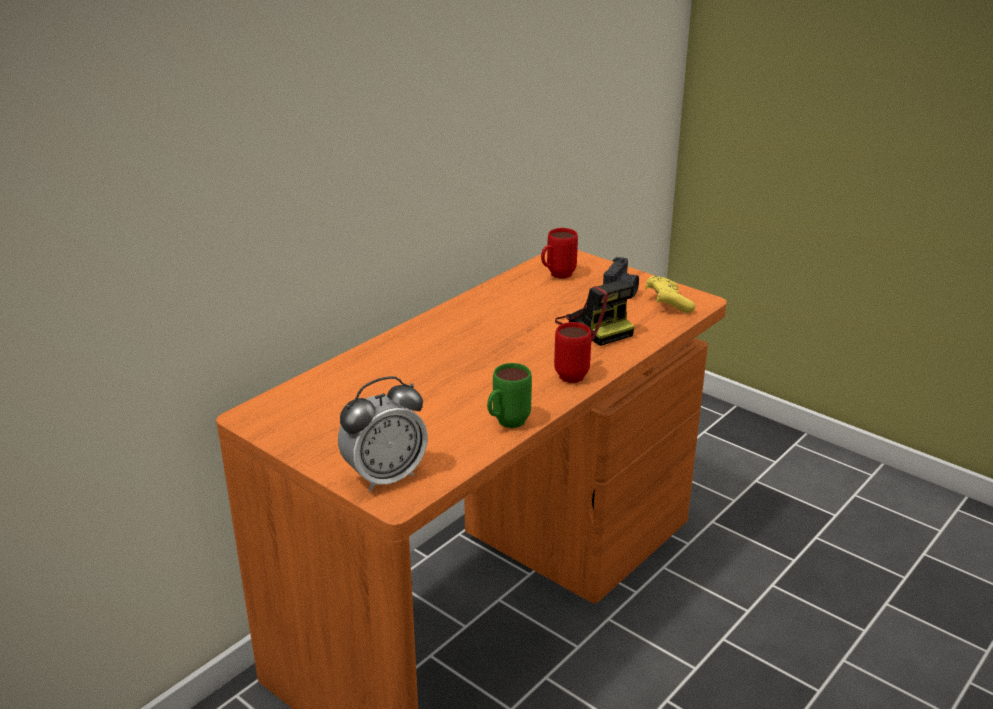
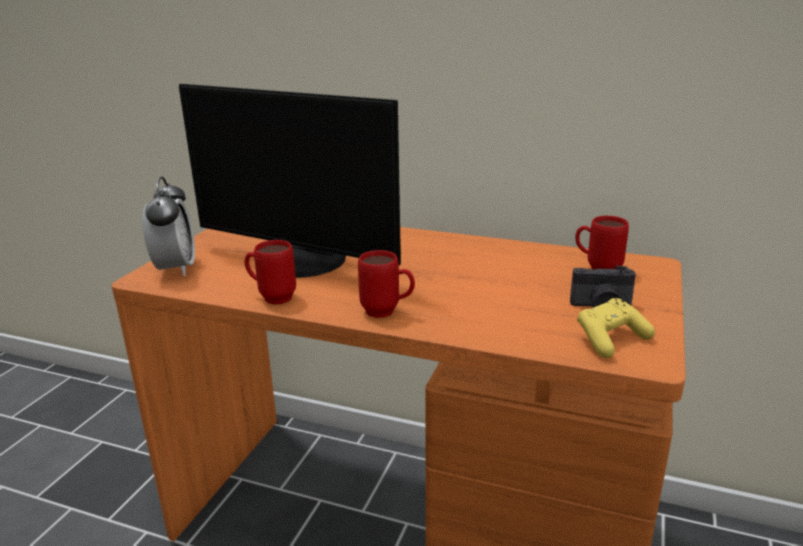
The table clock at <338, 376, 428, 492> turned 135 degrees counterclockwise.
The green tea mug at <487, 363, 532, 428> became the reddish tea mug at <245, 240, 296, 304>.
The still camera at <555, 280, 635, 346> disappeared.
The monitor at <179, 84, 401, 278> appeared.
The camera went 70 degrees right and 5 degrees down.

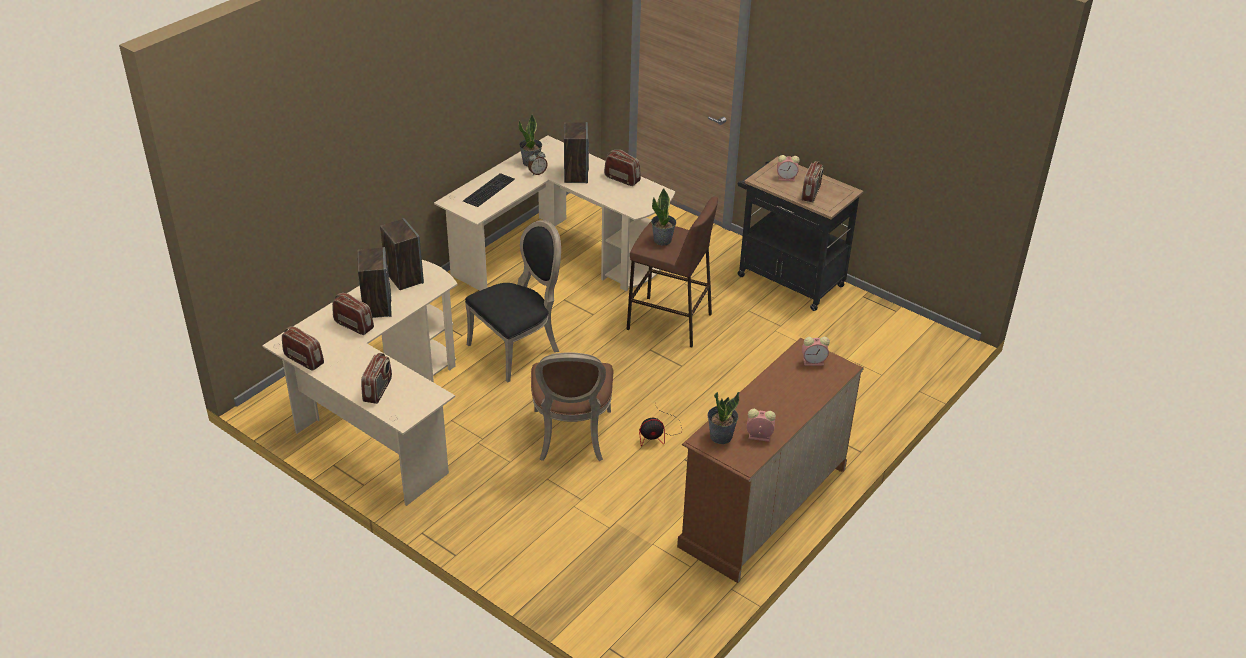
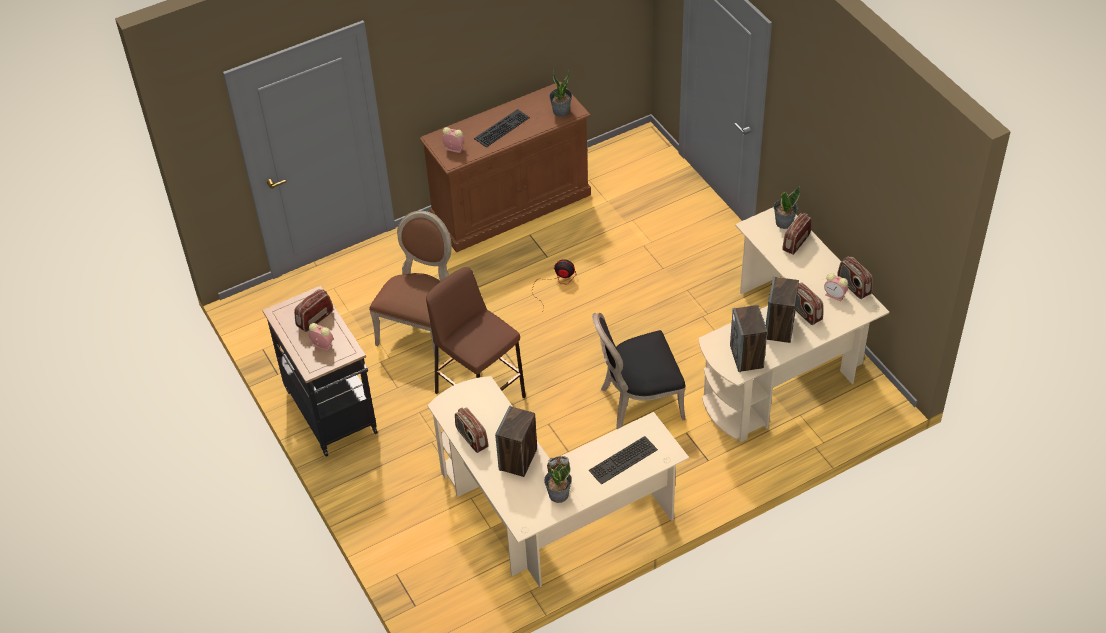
The brownish chair moved from <531, 352, 614, 461> to <369, 211, 452, 364>.
The houseplant moved from <651, 188, 676, 245> to <774, 186, 800, 229>.
The table clock moved from <747, 409, 776, 442> to <824, 273, 848, 301>.
The keyboard at <474, 109, 530, 147> appeared.
The camera went 155 degrees left and 10 degrees up.

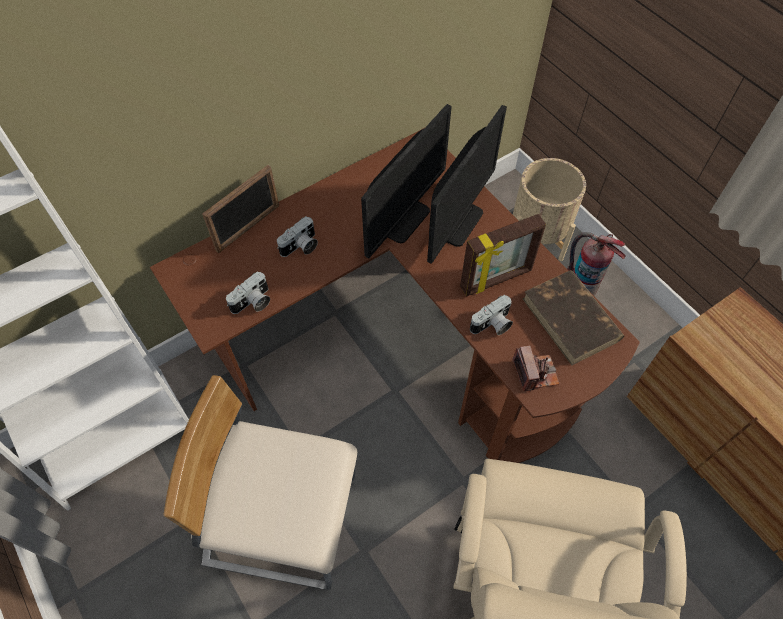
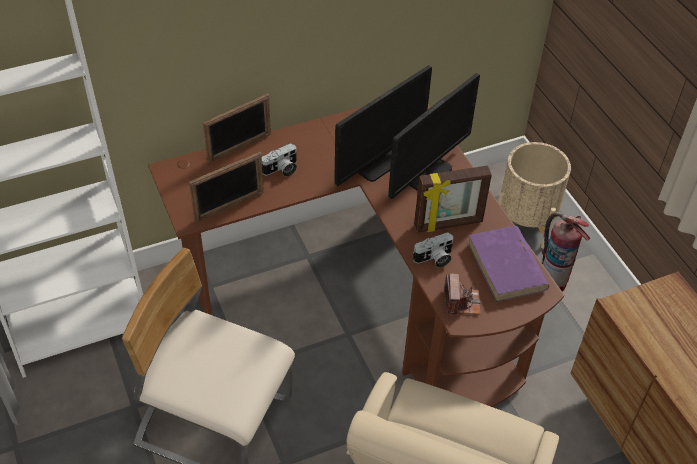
The still camera at <226, 271, 270, 314> was replaced by the standing frame at <189, 152, 264, 222>.
The brownish volume at <522, 270, 624, 366> became the purple-coloured volume at <468, 226, 550, 302>.
The camera went 10 degrees right and 10 degrees down.

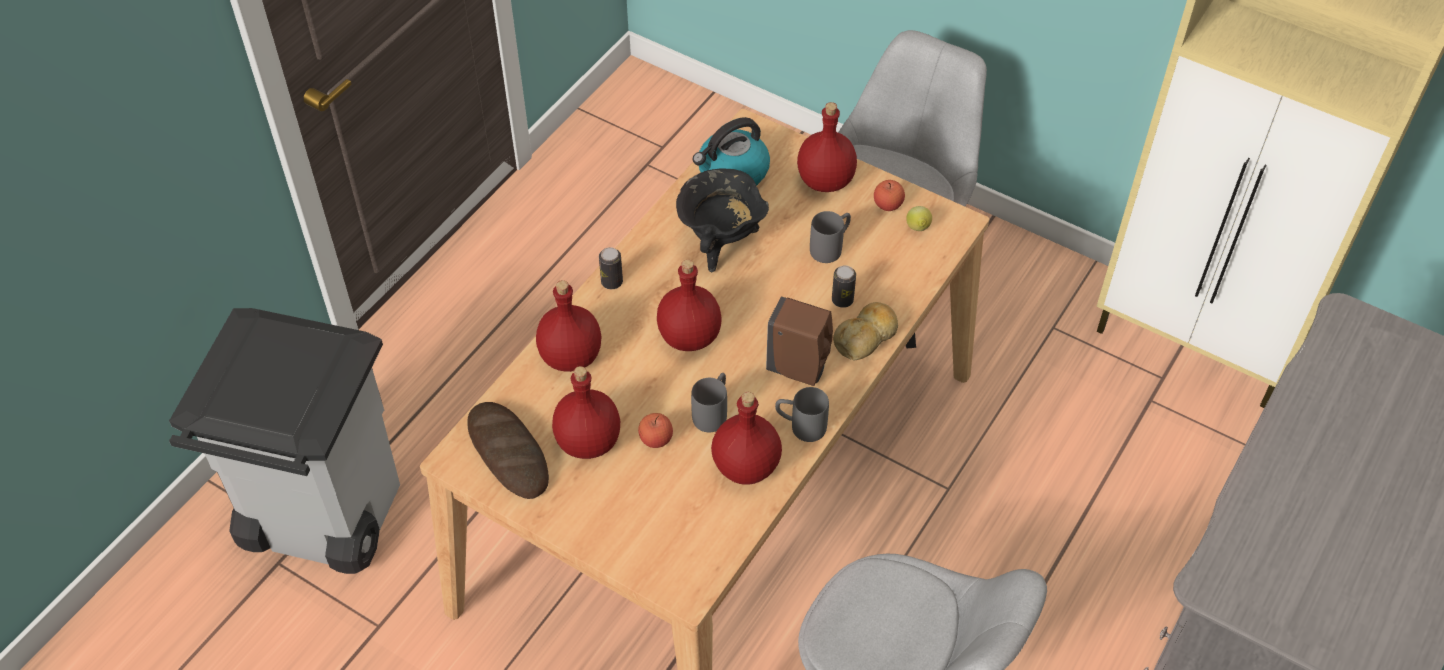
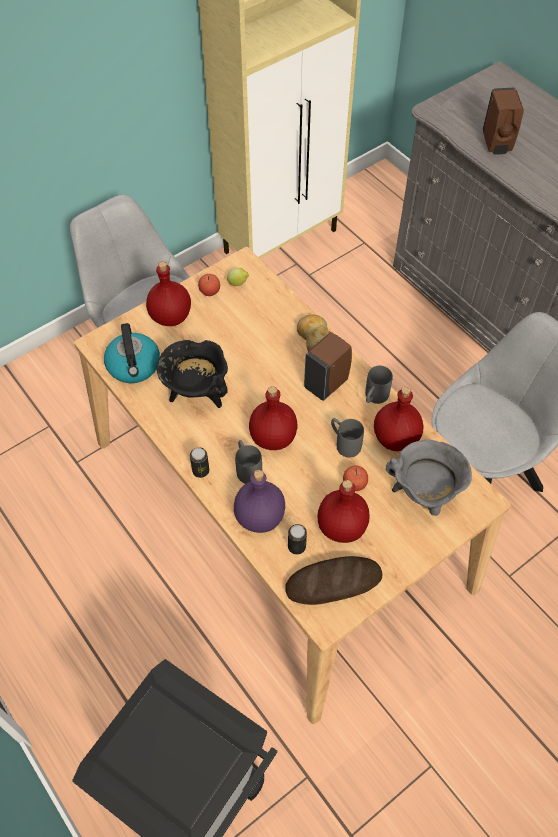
The reddish beverage bottle at <536, 280, 602, 372> became the purple-coloured beverage bottle at <234, 470, 285, 533>.
The grey tea mug moved from <810, 211, 851, 263> to <235, 440, 262, 484>.
The sealed can moved from <832, 265, 856, 308> to <288, 524, 307, 555>.
The grey cooking pot at <386, 440, 472, 516> appeared.
The brownish soap dispenser at <482, 88, 524, 154> appeared.
The camera went 70 degrees left and 5 degrees up.

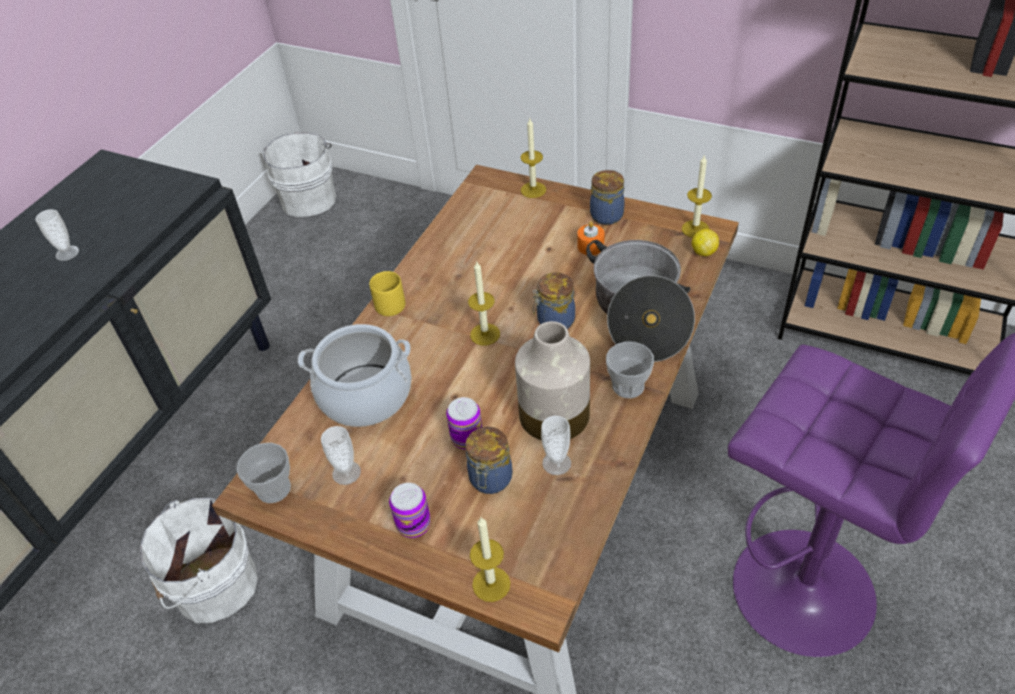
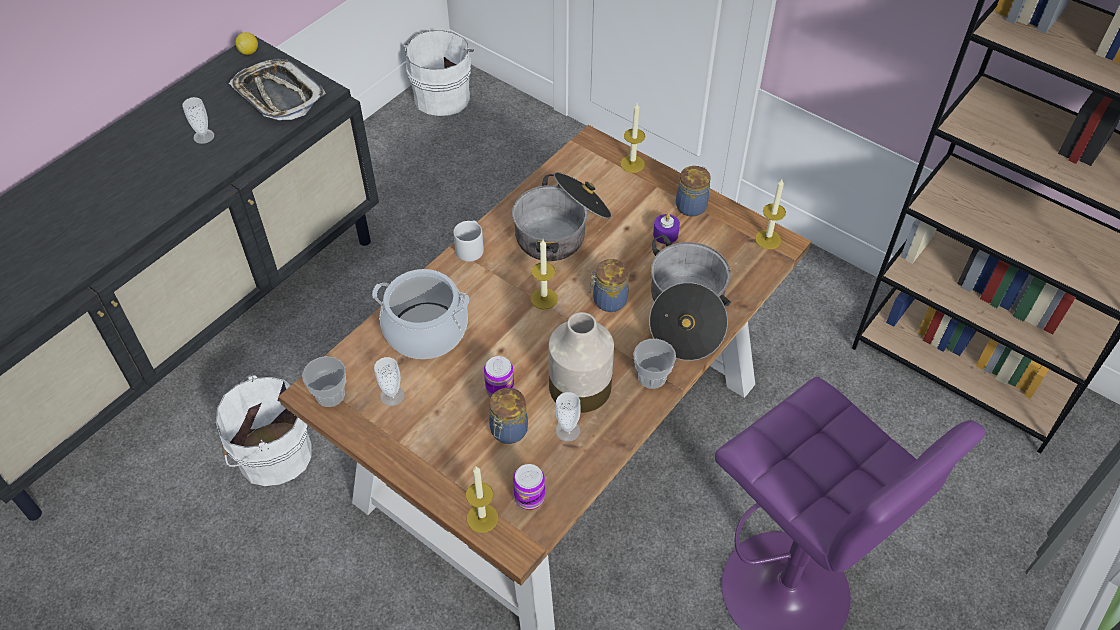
The yellowish tea mug at <369, 271, 405, 316> became the grey tea mug at <453, 220, 484, 262>.
The sealed can moved from <389, 483, 431, 538> to <513, 464, 545, 510>.
The orange wax candle at <577, 221, 605, 255> became the purple-coloured wax candle at <653, 213, 680, 244>.
The lemon moved from <692, 229, 719, 256> to <235, 32, 258, 55>.
The carrying tray at <229, 59, 326, 120> appeared.
The cooking pot at <512, 172, 611, 261> appeared.
The camera went 10 degrees right and 5 degrees up.

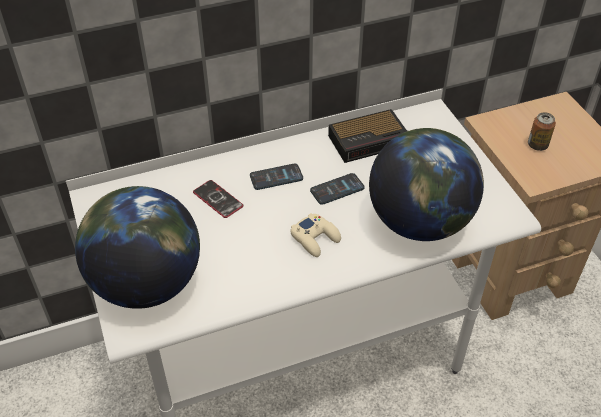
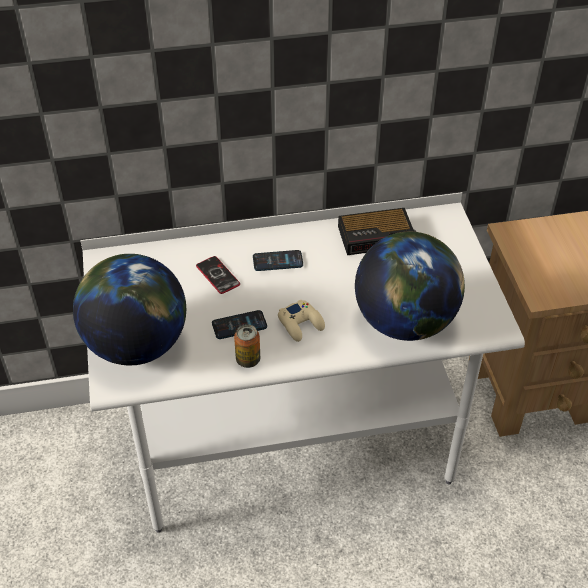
The phone moved from <310, 173, 365, 205> to <212, 310, 267, 339>.
The sealed can moved from <528, 112, 556, 151> to <234, 325, 260, 368>.
The camera went 10 degrees right and 0 degrees up.

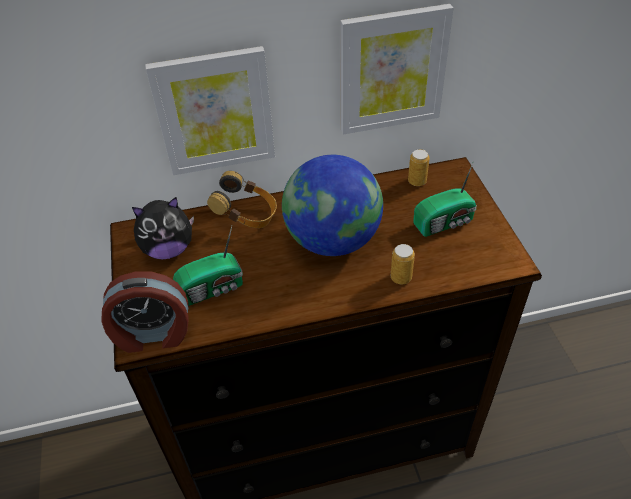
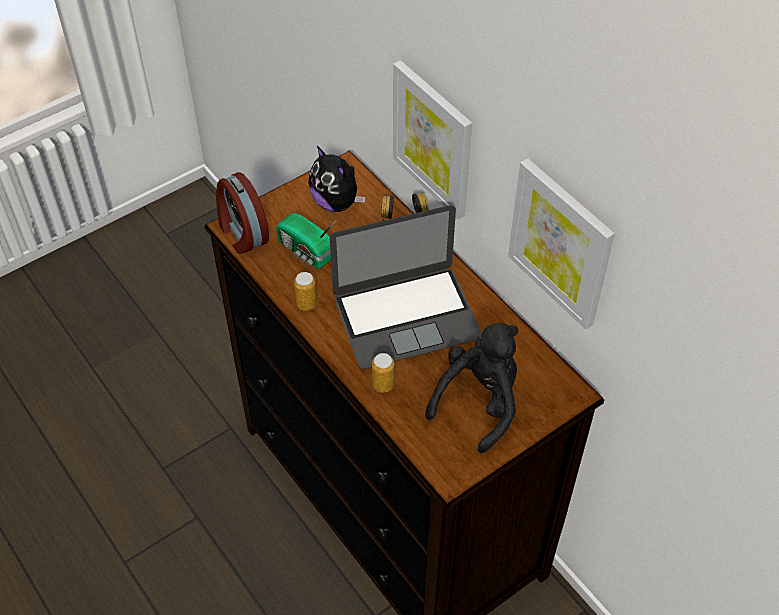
The desk globe at <282, 155, 383, 256> was replaced by the portable computer at <330, 205, 482, 369>.
The sealed can moved from <408, 149, 430, 186> to <294, 272, 317, 311>.
The radio receiver at <413, 163, 477, 237> was replaced by the black soft toy at <425, 323, 518, 453>.
The camera went 65 degrees right and 5 degrees up.

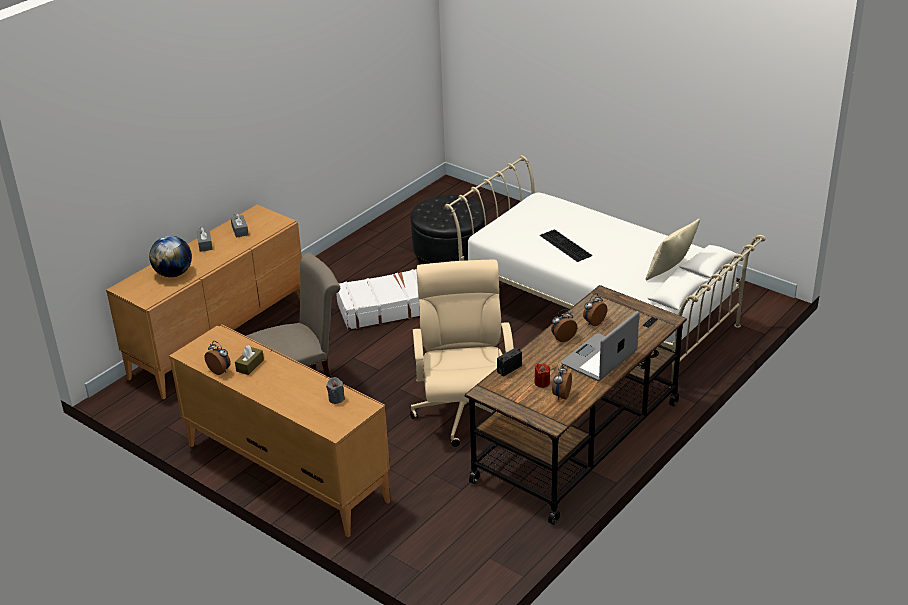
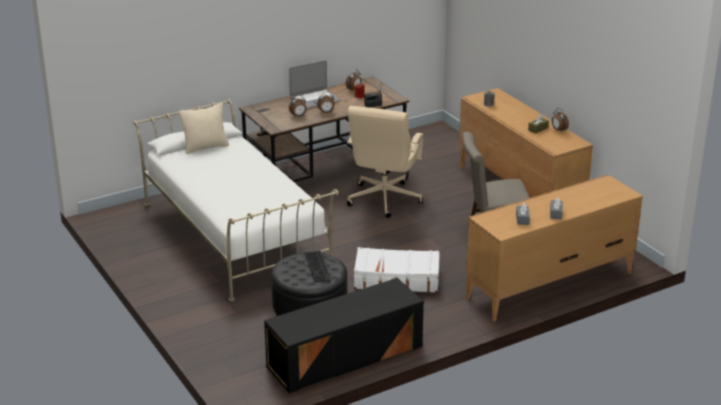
The desk globe at <149, 236, 192, 277> disappeared.
The keyboard moved from <540, 229, 592, 262> to <304, 251, 331, 282>.
The black bench at <264, 278, 424, 393> appeared.
The camera went 160 degrees left and 5 degrees down.

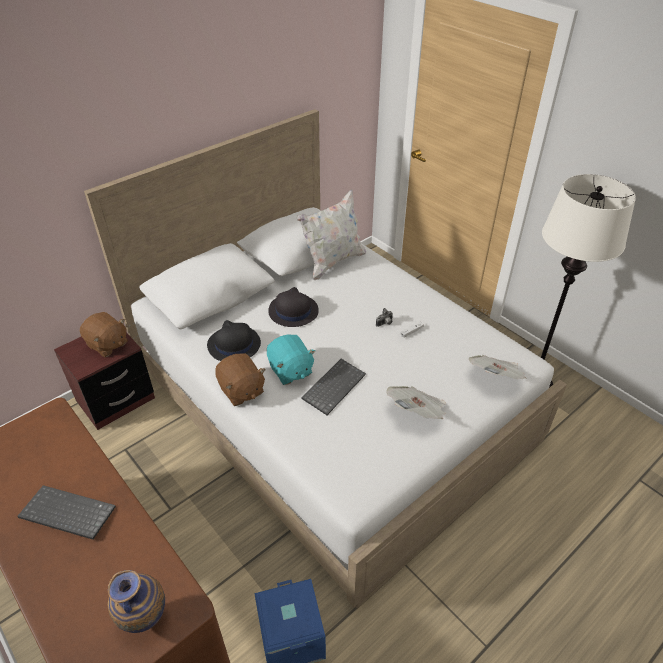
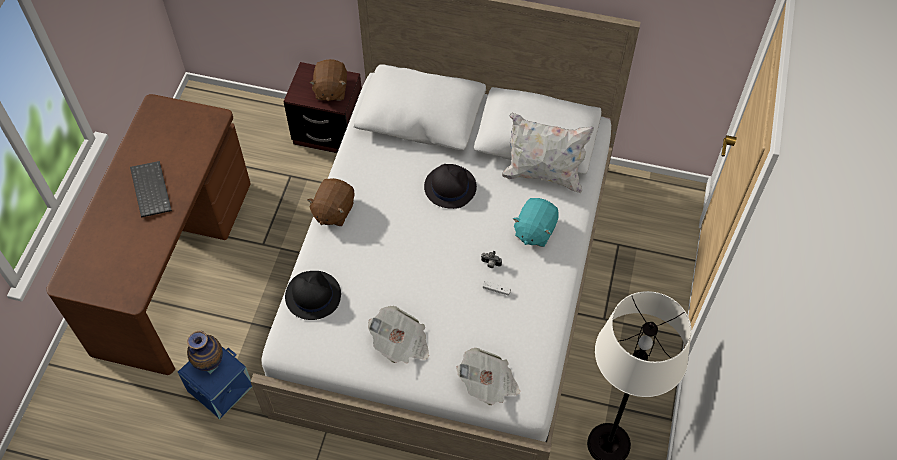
The decorative vase moved from <108, 570, 165, 633> to <187, 330, 223, 371>.
The black wearable hat moved from <207, 320, 261, 361> to <285, 271, 341, 320>.
The blue-green soft toy moved from <267, 335, 315, 385> to <513, 198, 559, 247>.
The keyboard at <302, 359, 366, 415> disappeared.
The camera went 55 degrees right and 15 degrees up.

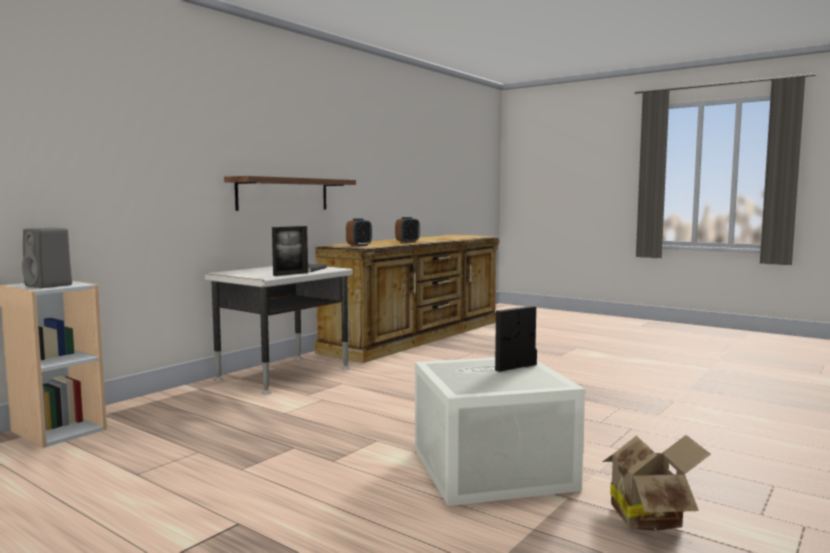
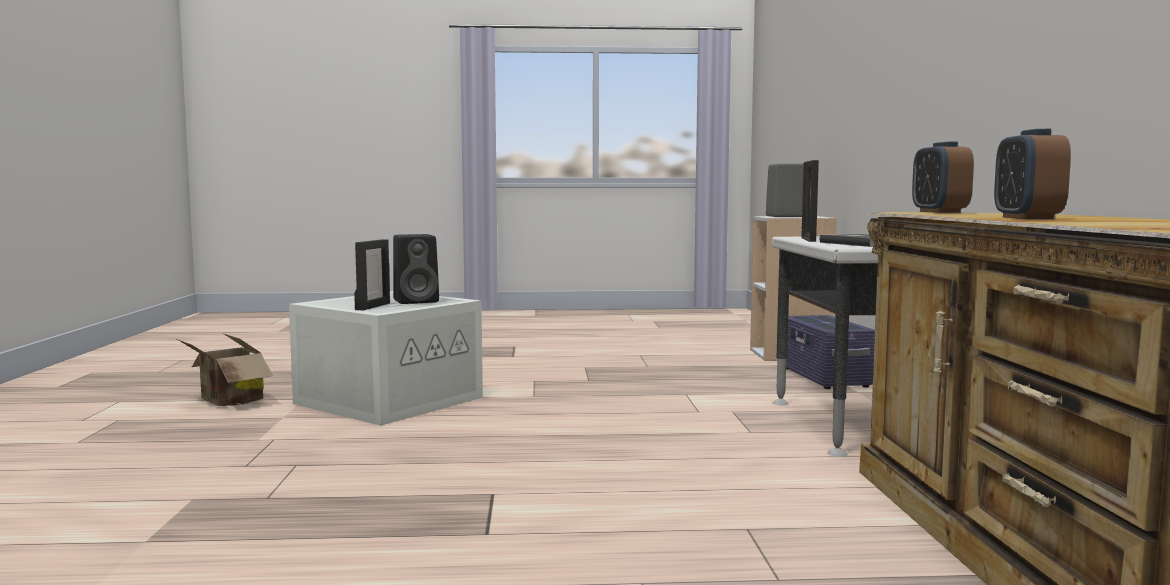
The wall shelf at <224, 176, 356, 211> disappeared.
The black speaker at <393, 234, 439, 304> appeared.
The purple-coloured storage box at <786, 315, 875, 389> appeared.
The camera went 140 degrees right and 0 degrees up.

